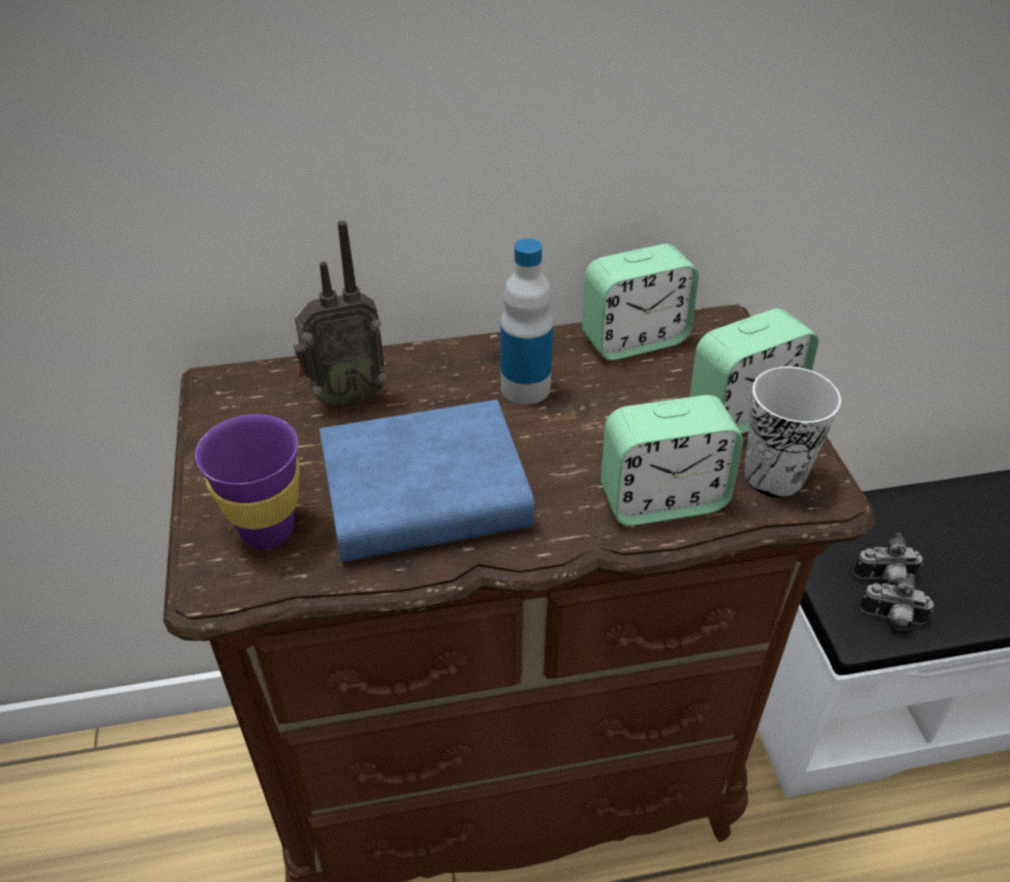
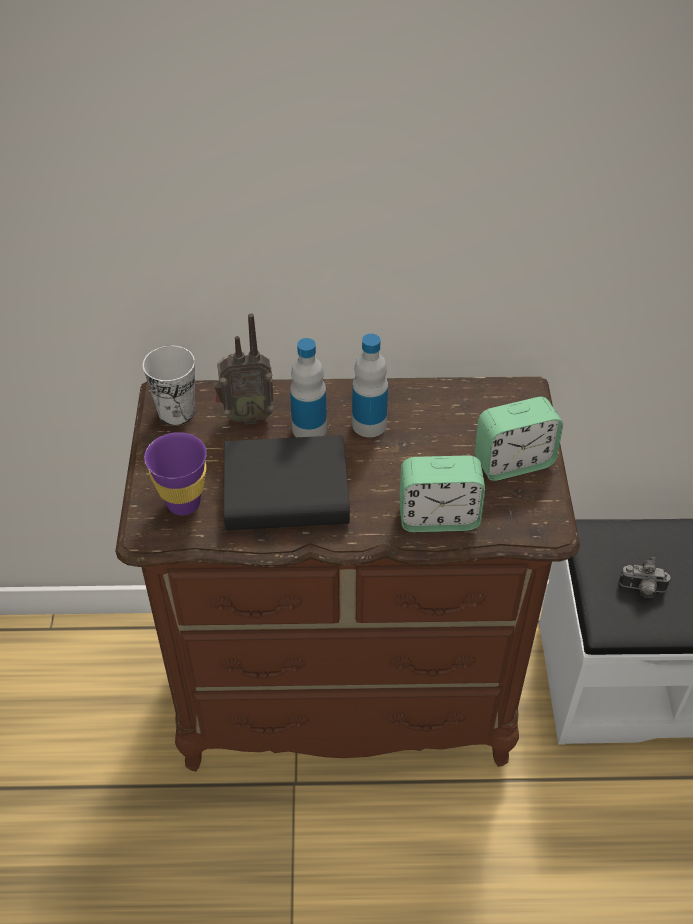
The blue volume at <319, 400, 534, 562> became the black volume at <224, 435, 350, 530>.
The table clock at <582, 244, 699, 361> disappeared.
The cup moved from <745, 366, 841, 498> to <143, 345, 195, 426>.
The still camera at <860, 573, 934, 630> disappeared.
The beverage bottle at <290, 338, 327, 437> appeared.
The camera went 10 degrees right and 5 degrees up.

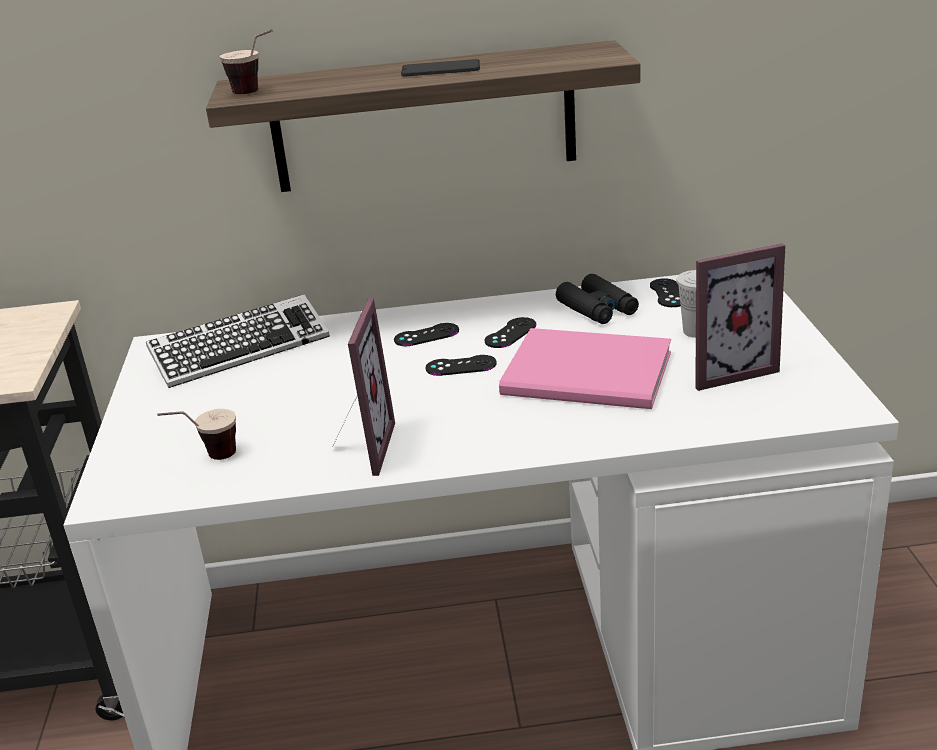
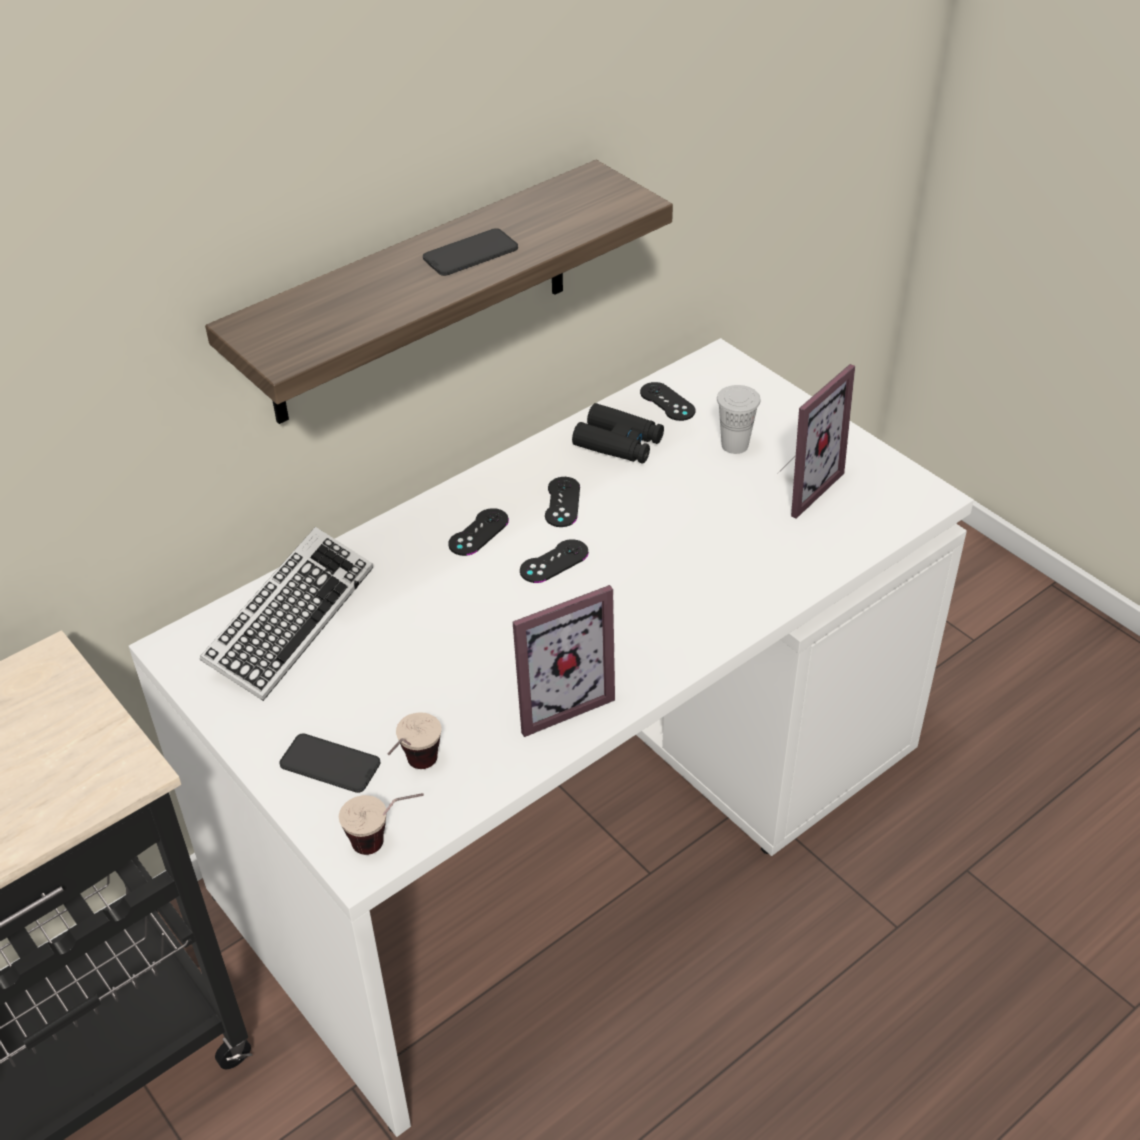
The cup moved from <220, 29, 273, 94> to <339, 793, 424, 855>.
The standing frame at <331, 298, 395, 476> turned 90 degrees clockwise.
The pink-coloured volume at <499, 328, 671, 409> disappeared.
The phone at <279, 733, 381, 793> appeared.
The camera went 35 degrees left and 15 degrees up.

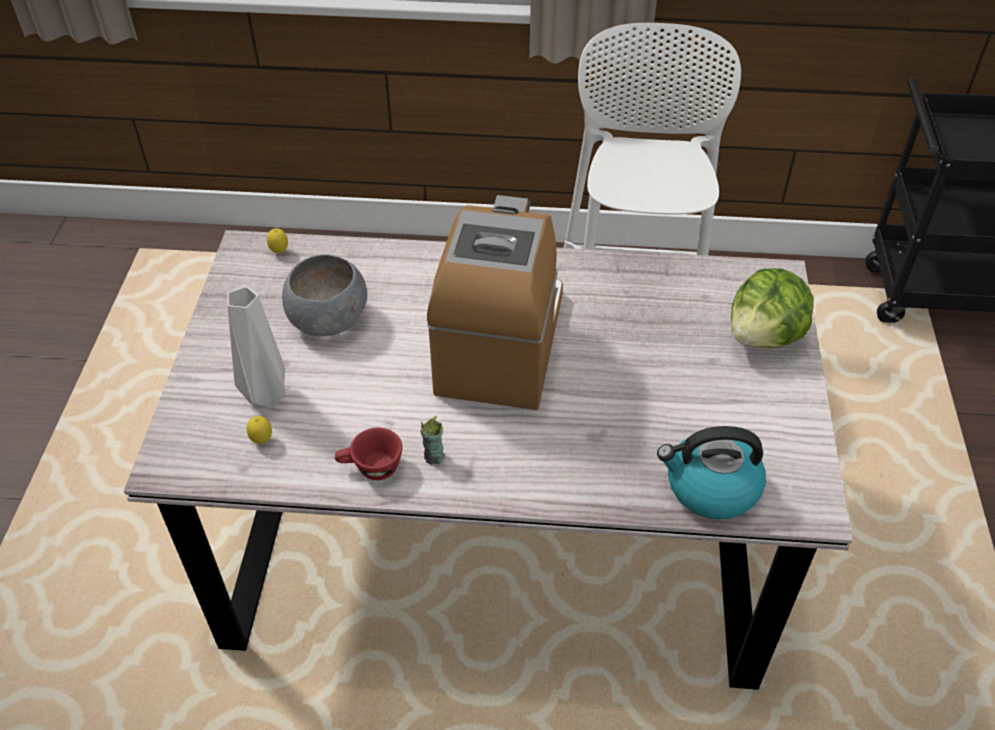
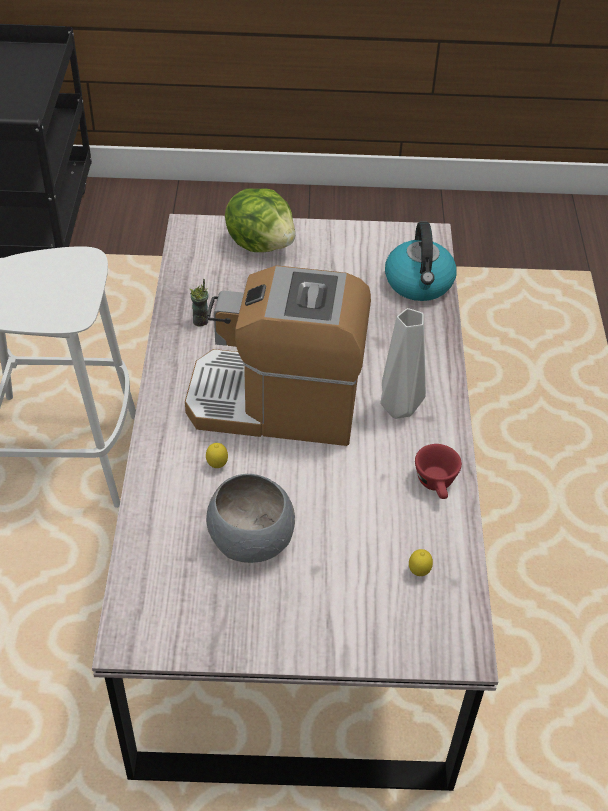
The grey decorative vase moved from <227, 286, 286, 409> to <380, 308, 426, 419>.
The lemon moved from <267, 228, 288, 253> to <206, 443, 228, 468>.
The cup moved from <421, 416, 445, 465> to <190, 279, 208, 327>.
The camera went 95 degrees left and 0 degrees up.

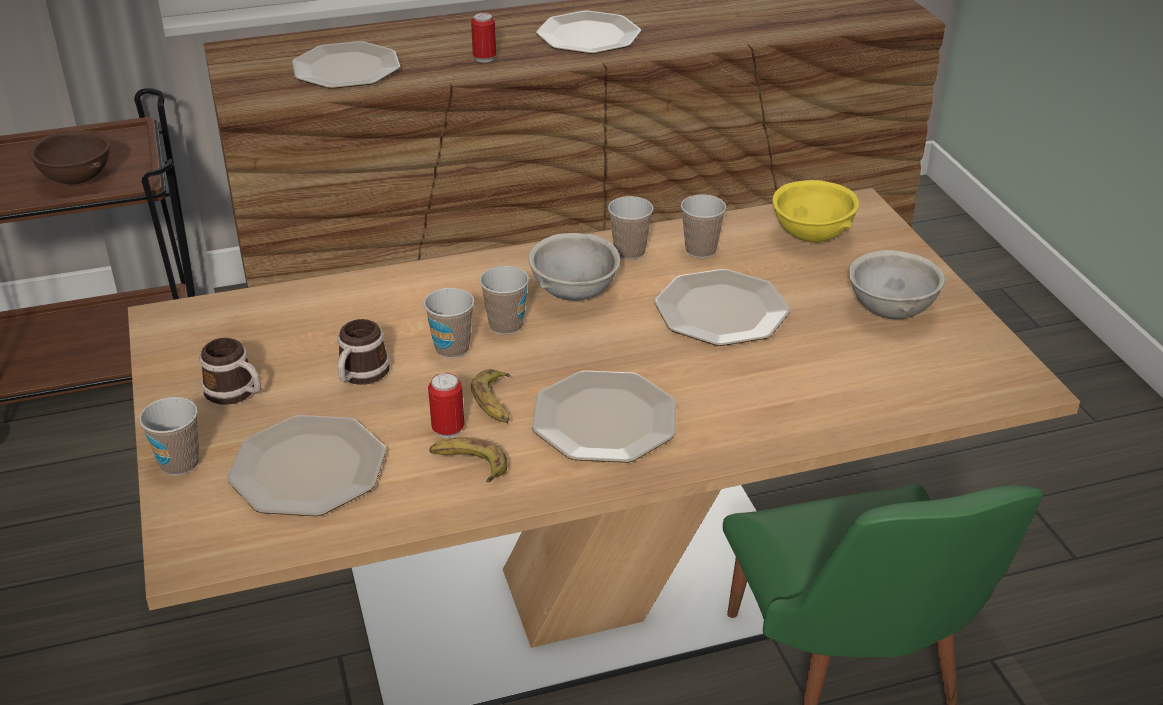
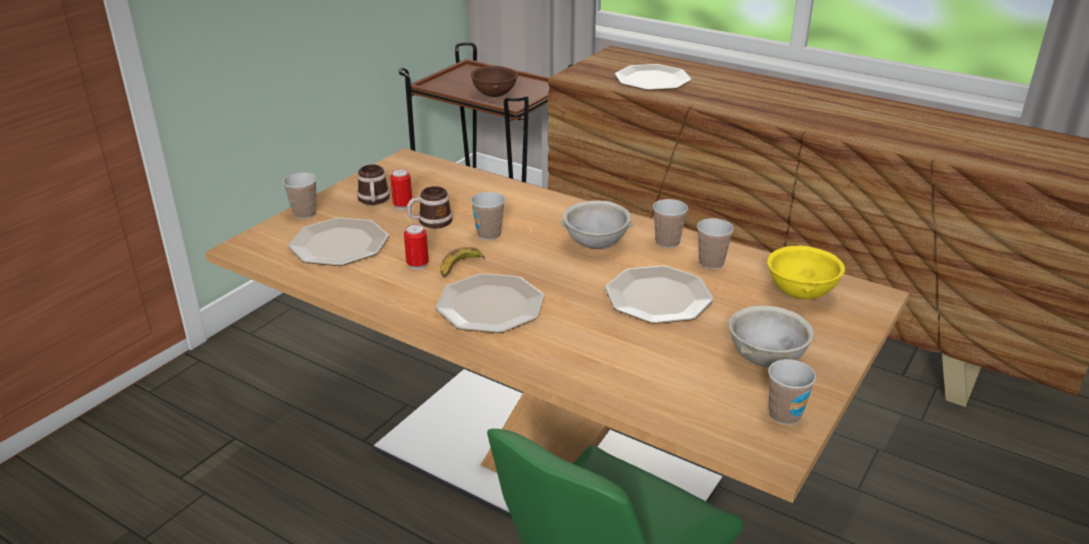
The banana fruit at <429, 438, 508, 482> disappeared.
The sealed can moved from <471, 12, 496, 62> to <390, 169, 412, 210>.
The cup moved from <480, 266, 529, 335> to <768, 359, 816, 425>.
The flat dish at <536, 11, 641, 54> disappeared.
The camera went 50 degrees right and 5 degrees down.

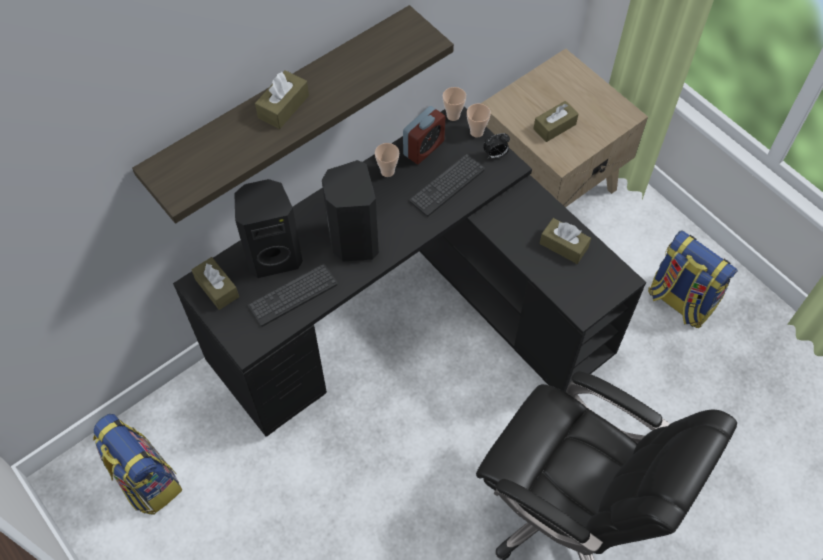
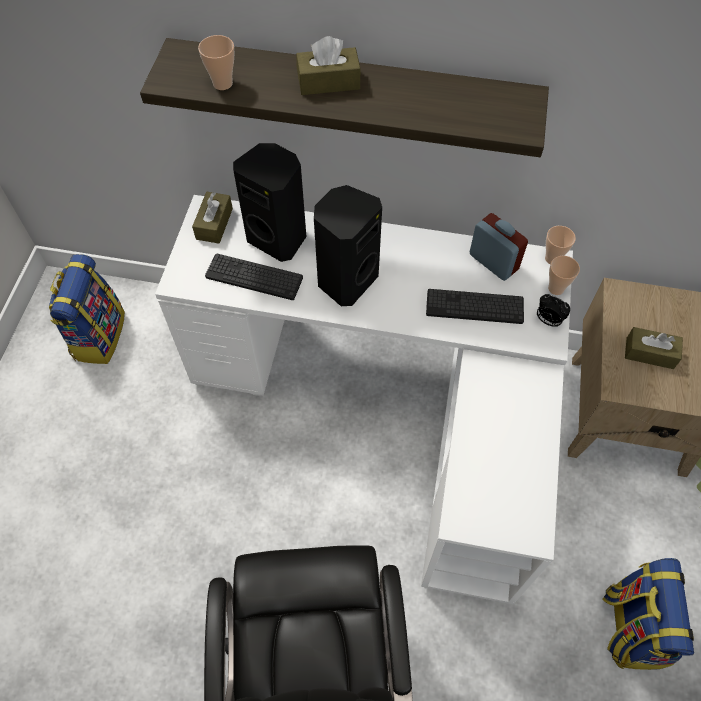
The black desk at <173, 107, 646, 437> became the white desk at <155, 195, 573, 604>.
The cup moved from <375, 143, 399, 177> to <198, 35, 235, 90>.
The table clock at <403, 106, 445, 164> turned 135 degrees counterclockwise.
The brownish box of tissues at <540, 218, 591, 264> disappeared.
The camera went 50 degrees right and 0 degrees up.

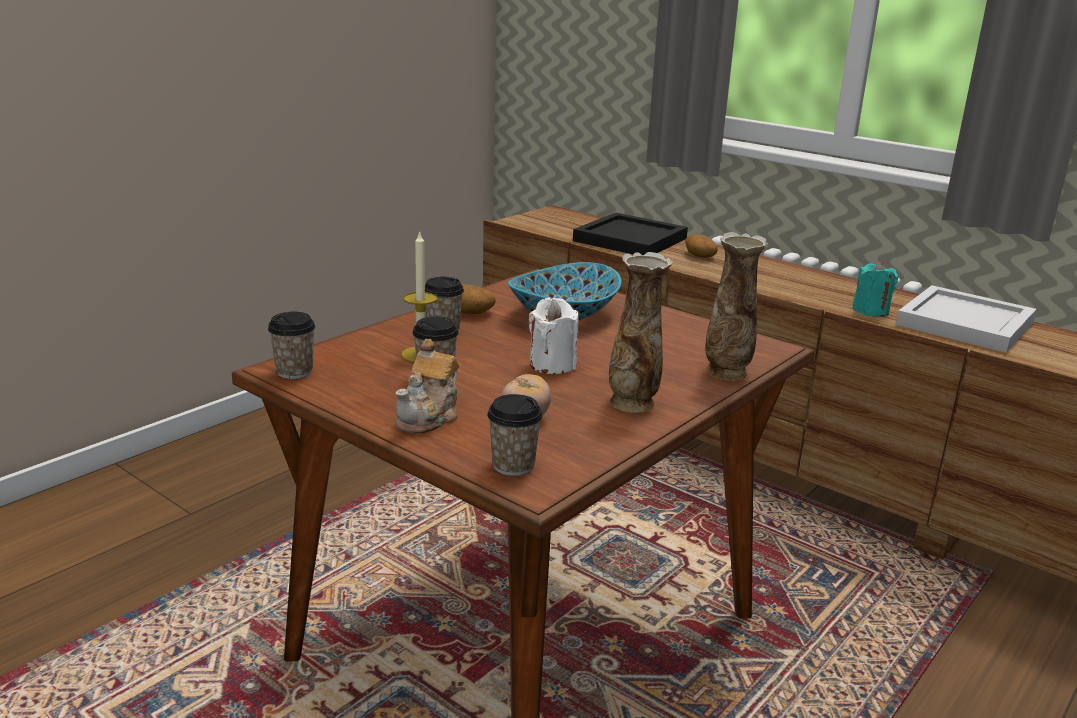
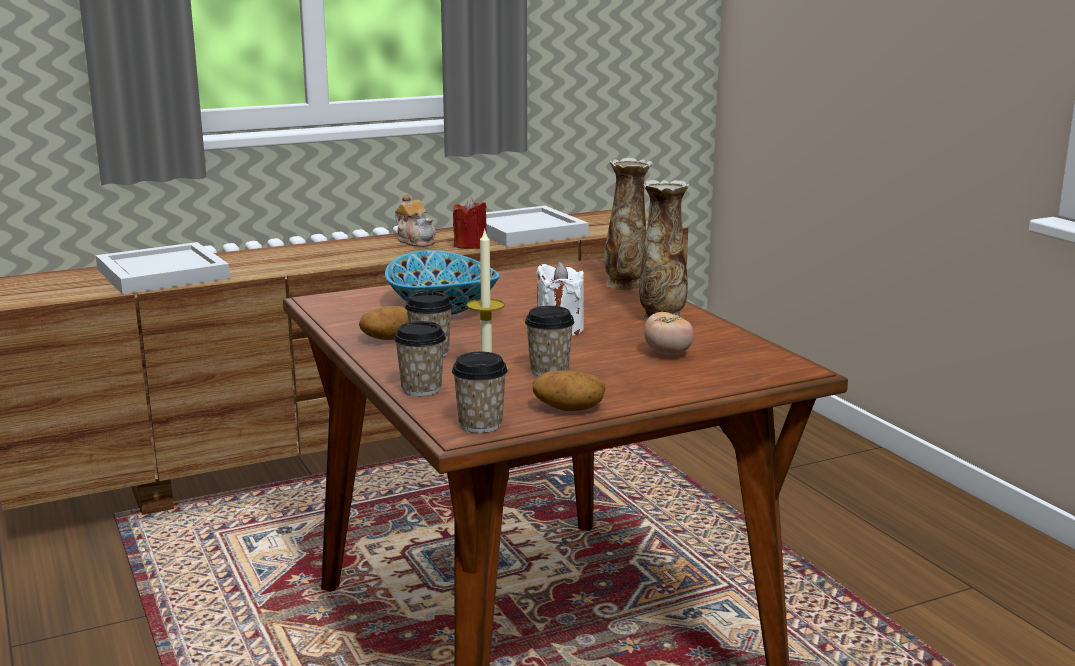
The pot for tea moved from <395, 339, 459, 433> to <395, 193, 436, 247>.
The cup moved from <487, 394, 543, 476> to <394, 321, 446, 396>.
The black carrying tray at <573, 213, 688, 255> became the white carrying tray at <96, 242, 230, 294>.
The potato moved from <685, 234, 718, 258> to <533, 371, 605, 411>.
The blue-green wax candle at <853, 261, 898, 317> became the reddish wax candle at <453, 197, 487, 249>.
The camera went 65 degrees left and 5 degrees down.

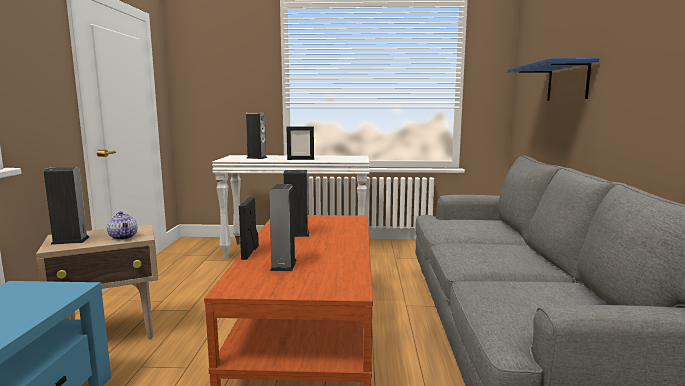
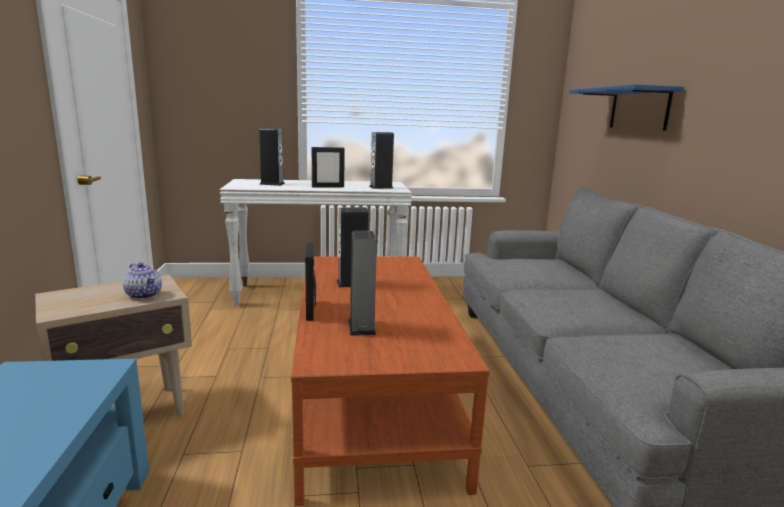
The speaker moved from <44, 167, 89, 245> to <369, 132, 394, 189>.
The camera went 10 degrees left and 5 degrees up.

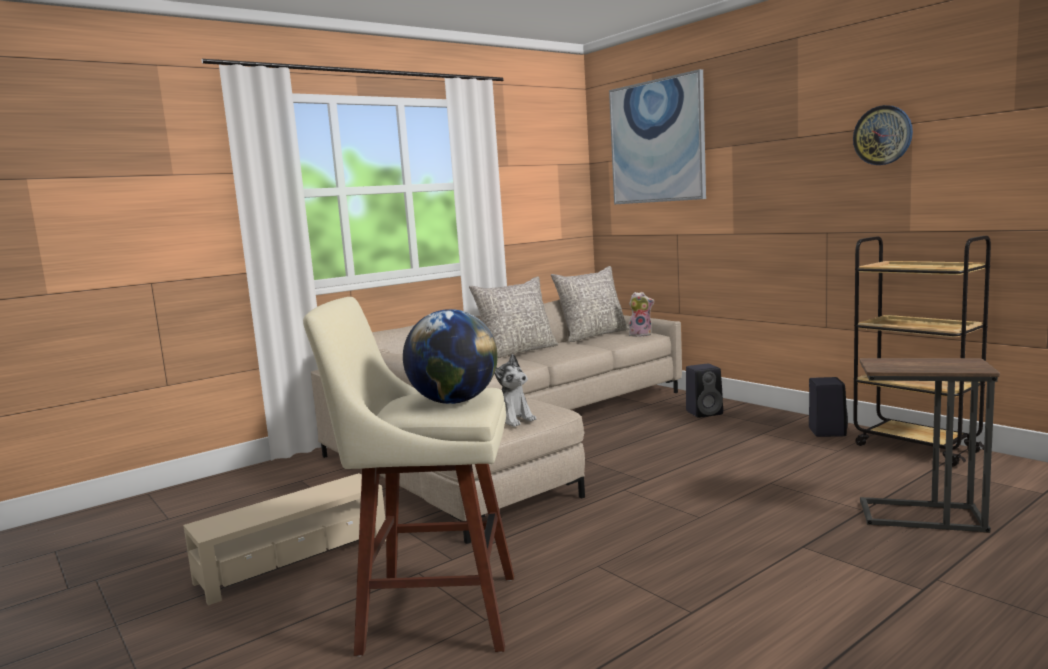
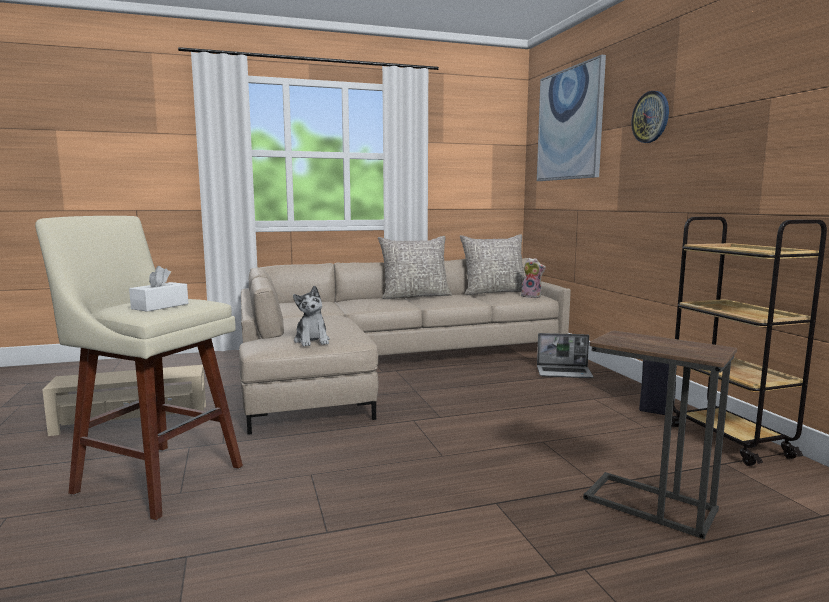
The desk globe at <403, 309, 498, 404> was replaced by the white box of tissues at <129, 266, 188, 312>.
The black speaker at <686, 364, 723, 418> was replaced by the portable computer at <537, 333, 594, 378>.
The clock on the wall moved from <853, 105, 913, 165> to <631, 91, 669, 143>.
The camera went 20 degrees right and 0 degrees up.

